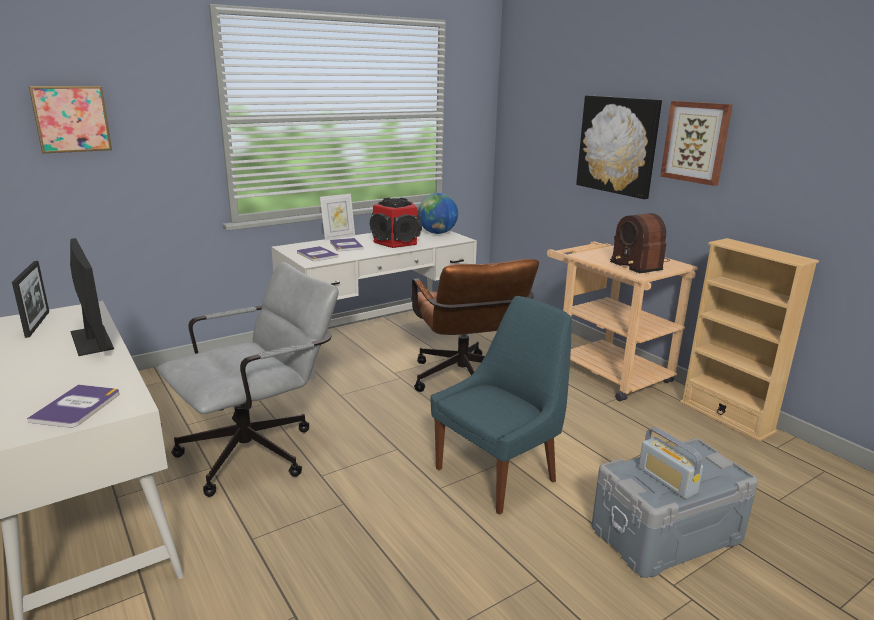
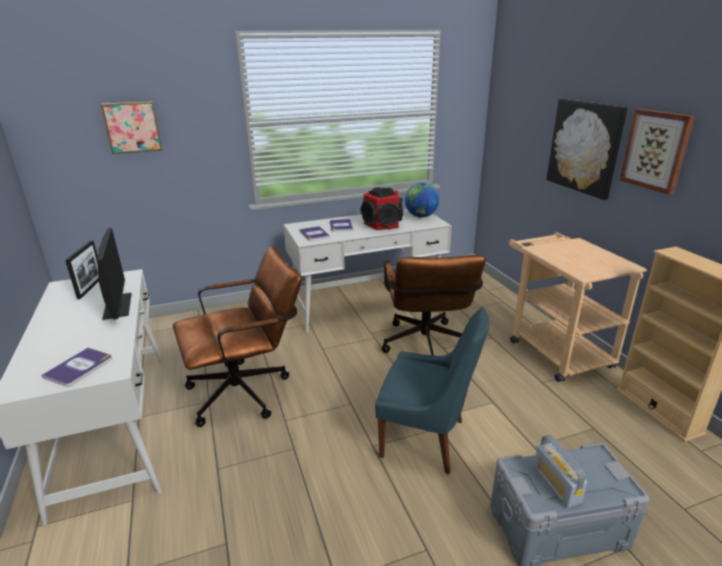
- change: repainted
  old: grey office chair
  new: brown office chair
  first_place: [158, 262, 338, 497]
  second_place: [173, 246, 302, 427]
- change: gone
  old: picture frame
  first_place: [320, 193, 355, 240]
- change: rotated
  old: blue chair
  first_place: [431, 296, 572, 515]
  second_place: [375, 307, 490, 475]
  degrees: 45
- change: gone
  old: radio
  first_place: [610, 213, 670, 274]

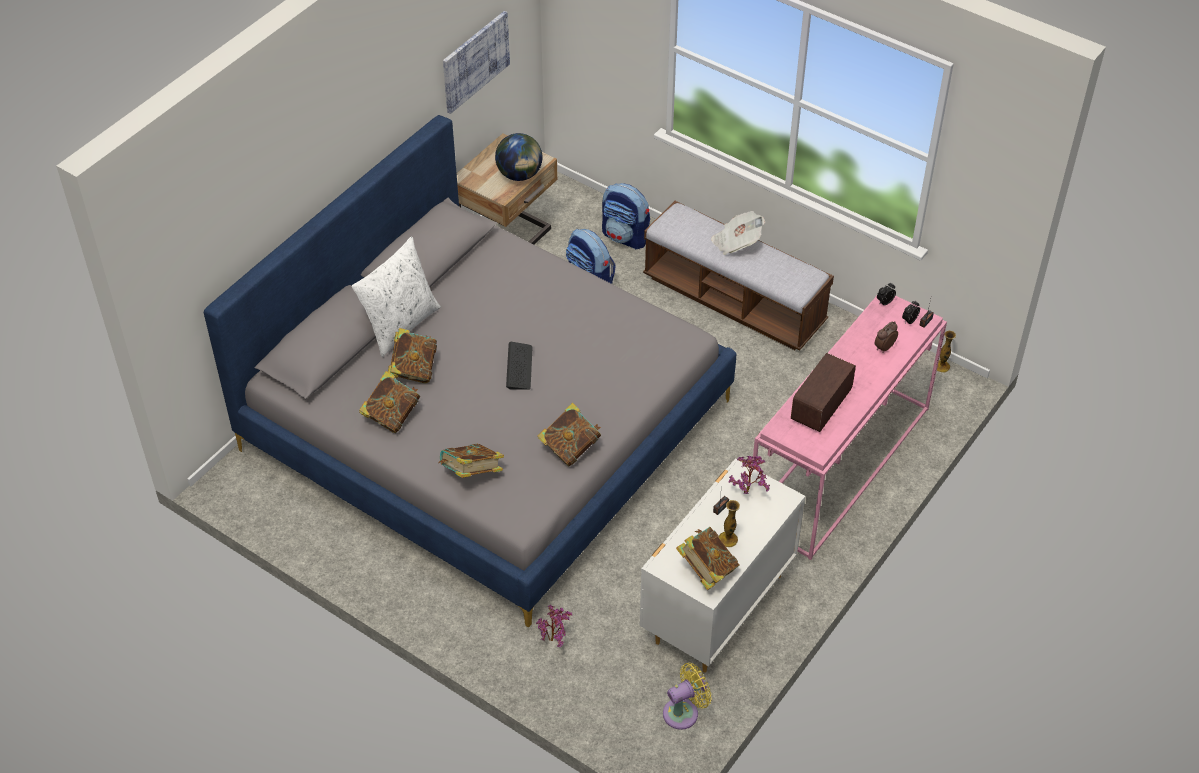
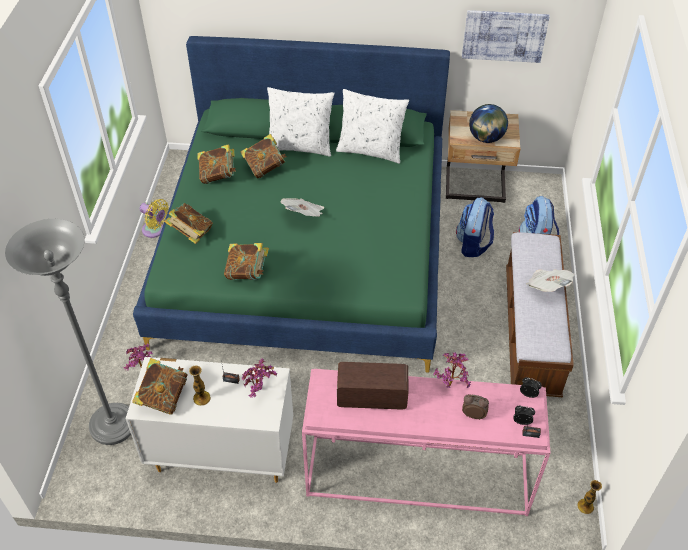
- change: repainted
  old: grey bed
  new: green bed
  first_place: [204, 115, 736, 627]
  second_place: [133, 36, 450, 373]
- change: swapped
  old: keyboard
  new: newspaper
  first_place: [506, 342, 533, 390]
  second_place: [281, 198, 324, 217]
- change: shifted
  old: yellow fan
  first_place: [663, 663, 712, 730]
  second_place: [139, 199, 169, 238]
- change: new
  new: grey floor lamp
  second_place: [5, 219, 131, 445]
- change: new
  new: white pillow
  second_place: [336, 89, 409, 164]
- change: new
  new: potted plant
  second_place: [433, 352, 471, 388]

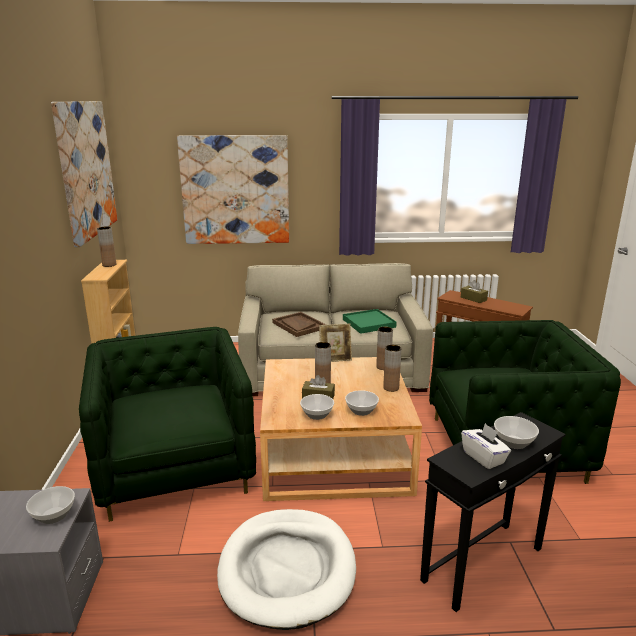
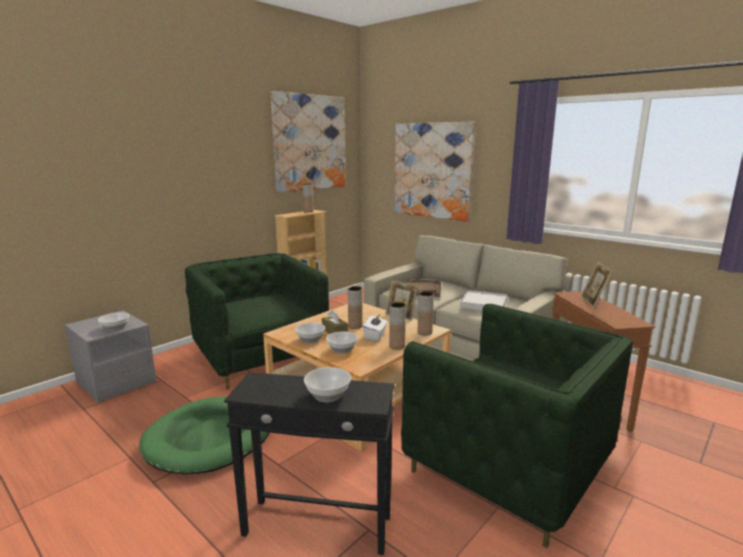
- change: rotated
  old: green armchair
  first_place: [79, 327, 256, 522]
  second_place: [185, 253, 329, 390]
  degrees: -60
- change: repainted
  old: white dog bed
  new: green dog bed
  first_place: [217, 509, 356, 630]
  second_place: [139, 396, 270, 475]
- change: repainted
  old: green tray
  new: white tray
  first_place: [343, 309, 397, 334]
  second_place: [460, 290, 507, 310]
- change: swapped
  old: brown tissue box
  new: picture frame
  first_place: [461, 280, 488, 303]
  second_place: [581, 262, 613, 308]
- change: shifted
  old: white tissue box
  first_place: [461, 423, 511, 469]
  second_place: [363, 314, 387, 340]

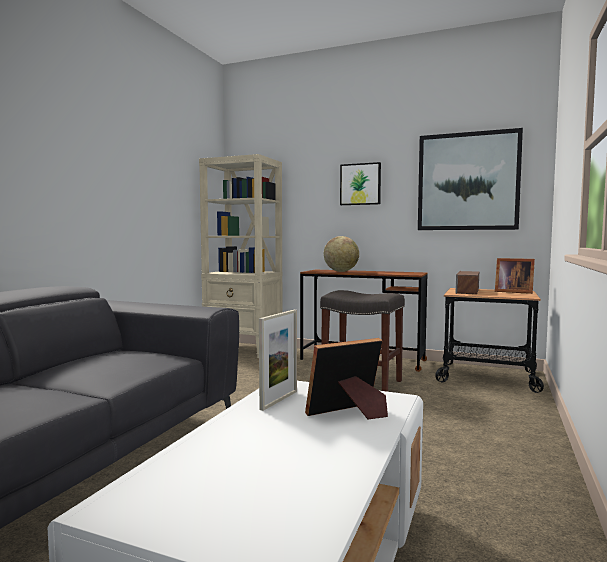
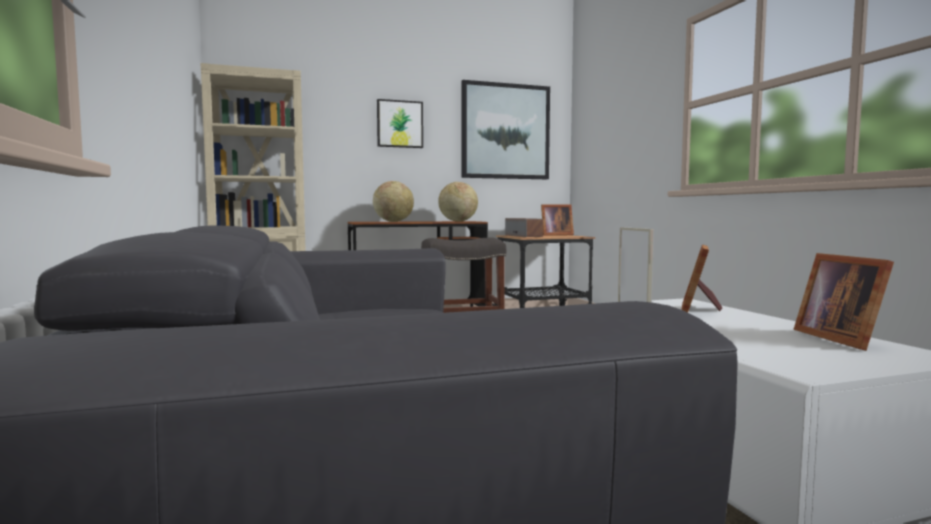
- change: new
  new: globe
  second_place: [438, 182, 478, 222]
- change: new
  new: picture frame
  second_place: [794, 253, 894, 351]

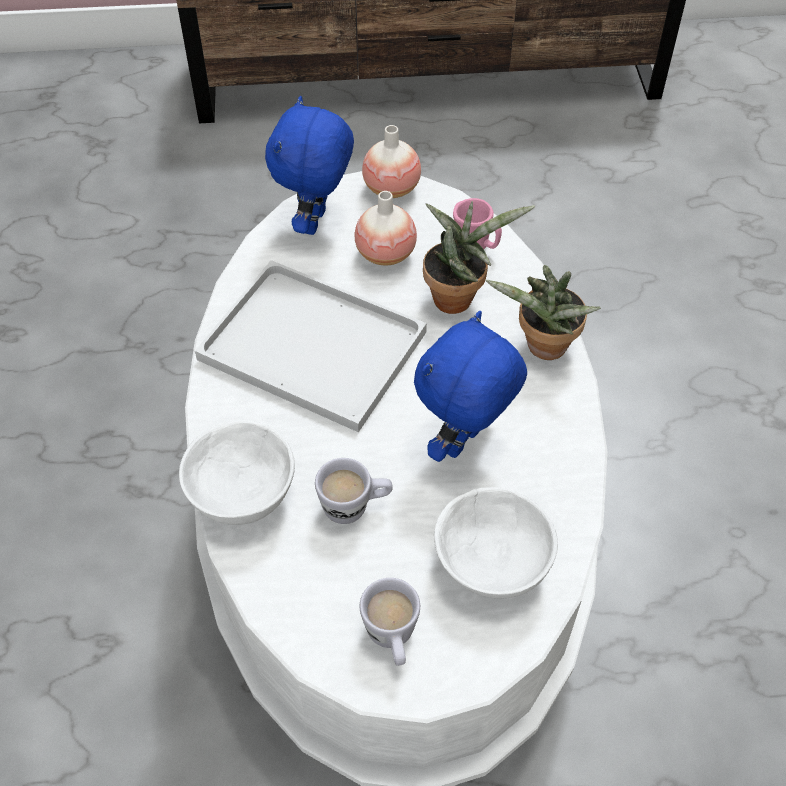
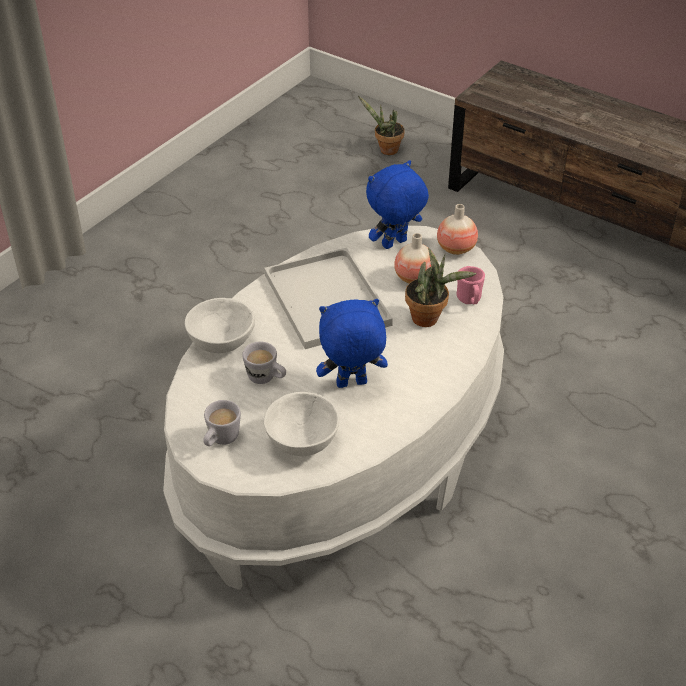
- change: shifted
  old: potted plant
  first_place: [486, 265, 601, 360]
  second_place: [358, 96, 405, 155]

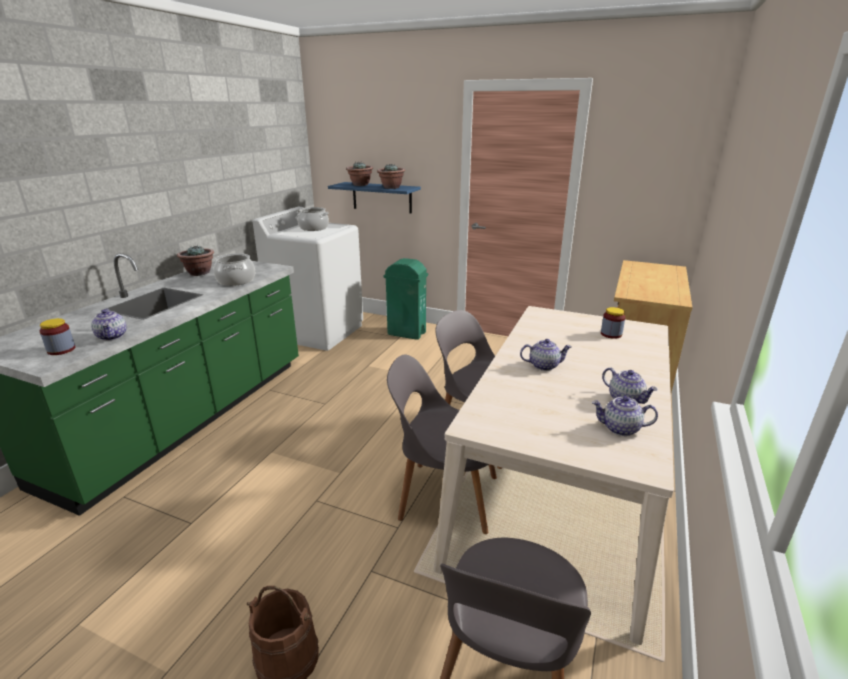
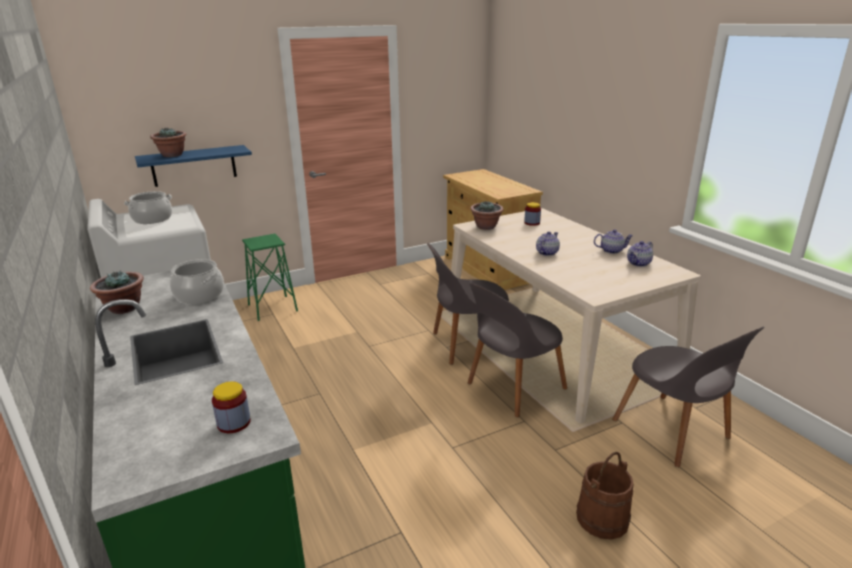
- change: gone
  old: teapot
  first_place: [91, 308, 127, 341]
- change: shifted
  old: potted plant
  first_place: [377, 164, 405, 189]
  second_place: [470, 201, 503, 230]
- change: swapped
  old: green trash can
  new: green stool
  first_place: [384, 258, 428, 340]
  second_place: [242, 234, 298, 321]

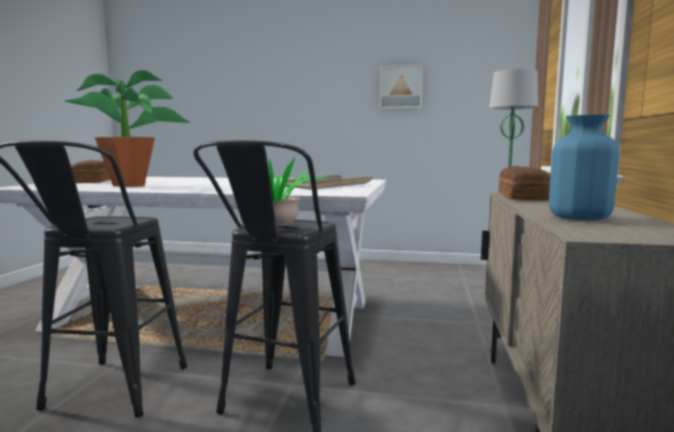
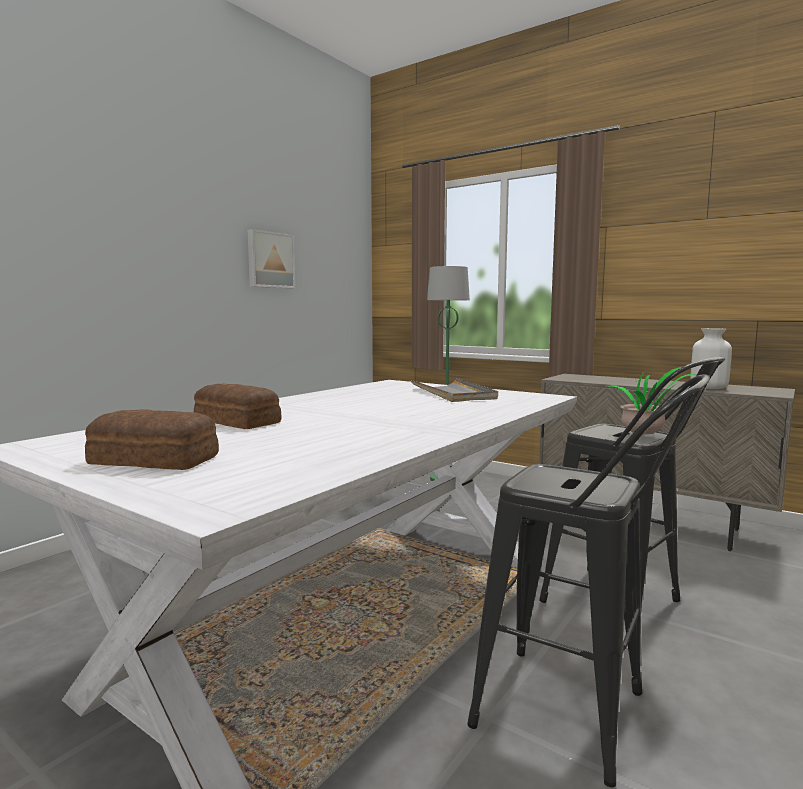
- change: gone
  old: potted plant
  first_place: [64, 70, 191, 187]
- change: shifted
  old: bread
  first_place: [498, 166, 550, 200]
  second_place: [194, 384, 282, 429]
- change: repainted
  old: blue vase
  new: white vase
  first_place: [549, 115, 619, 221]
  second_place: [690, 328, 732, 389]

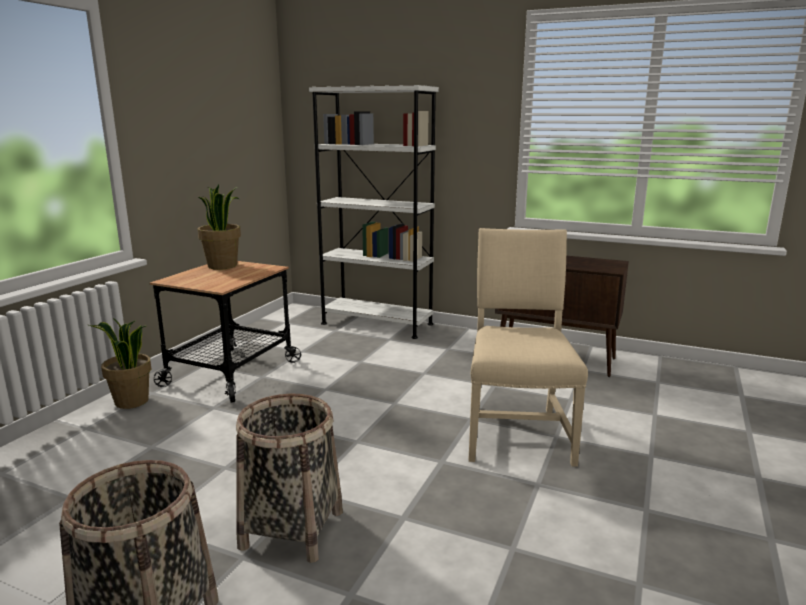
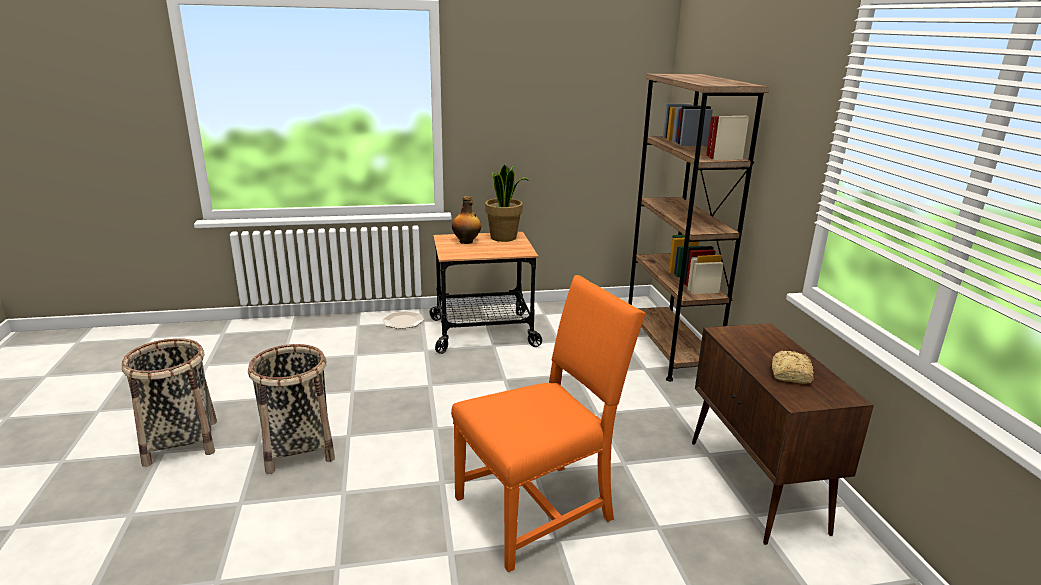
- change: swapped
  old: potted plant
  new: plate
  first_place: [89, 318, 151, 409]
  second_place: [382, 311, 424, 329]
- change: repainted
  old: white bookcase
  new: brown bookcase
  first_place: [309, 85, 439, 339]
  second_place: [628, 74, 769, 382]
- change: repainted
  old: beige chair
  new: orange chair
  first_place: [469, 228, 588, 467]
  second_place: [451, 275, 646, 572]
- change: new
  new: bottle
  second_place: [452, 196, 481, 244]
- change: new
  new: bread
  second_place: [772, 351, 814, 384]

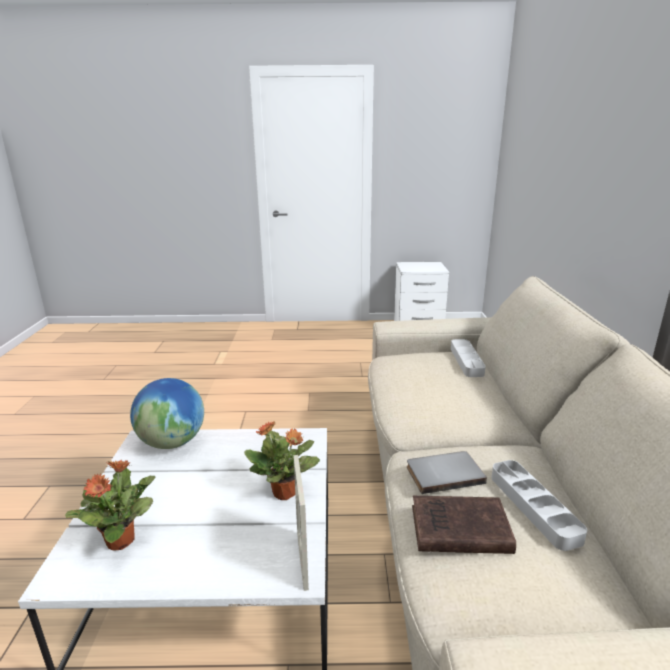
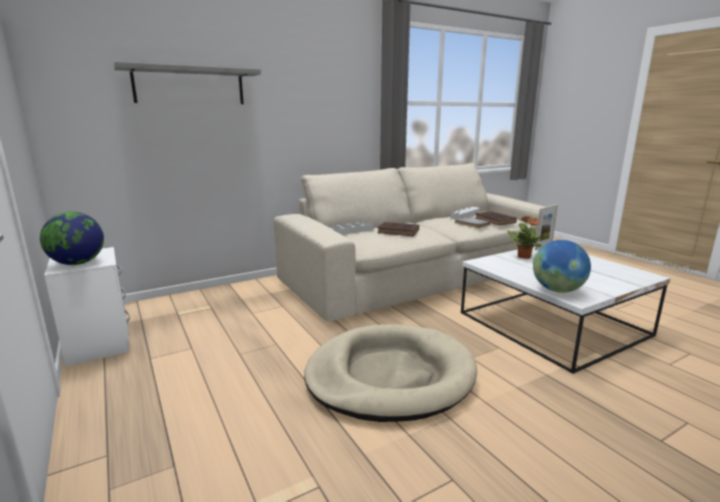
- change: gone
  old: potted plant
  first_place: [65, 460, 156, 550]
- change: new
  new: globe
  second_place: [40, 212, 104, 265]
- change: new
  new: grey shelf
  second_place: [114, 62, 261, 104]
- change: new
  new: beige dog bed
  second_place: [304, 325, 477, 422]
- change: new
  new: brown book
  second_place: [377, 222, 419, 236]

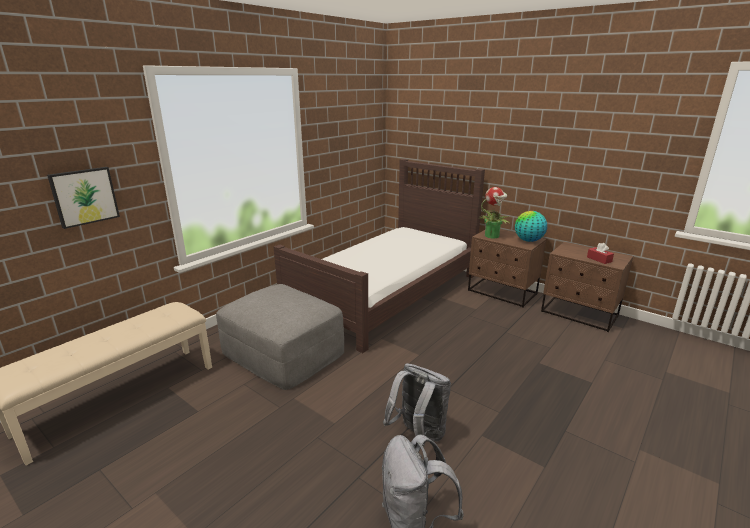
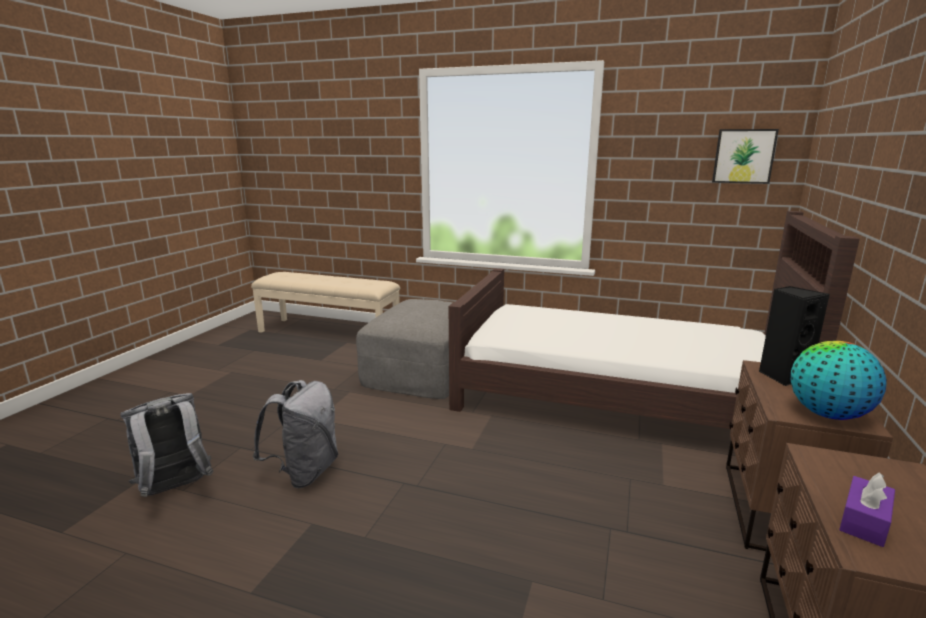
- change: shifted
  old: picture
  first_place: [47, 167, 120, 229]
  second_place: [712, 129, 779, 184]
- change: swapped
  old: potted plant
  new: black speaker
  first_place: [479, 187, 509, 238]
  second_place: [759, 286, 830, 386]
- change: repainted
  old: red tissue box
  new: purple tissue box
  first_place: [587, 243, 614, 264]
  second_place: [839, 473, 895, 547]

